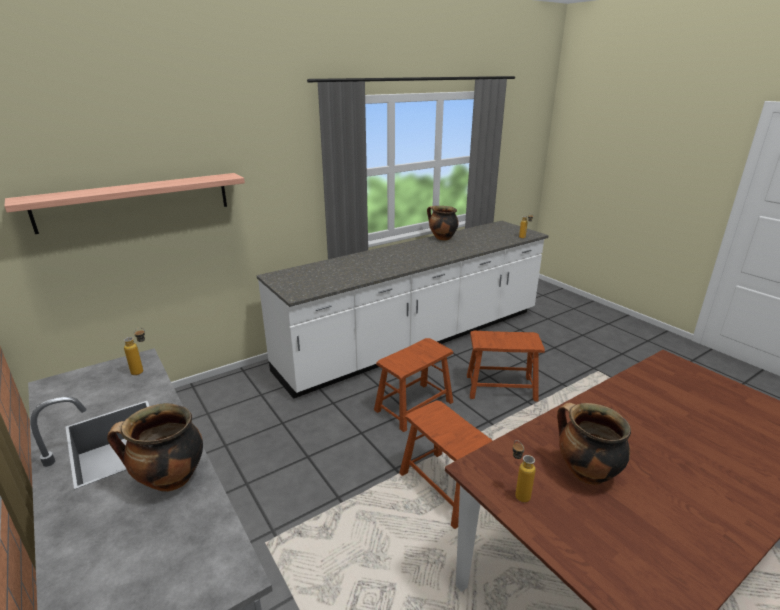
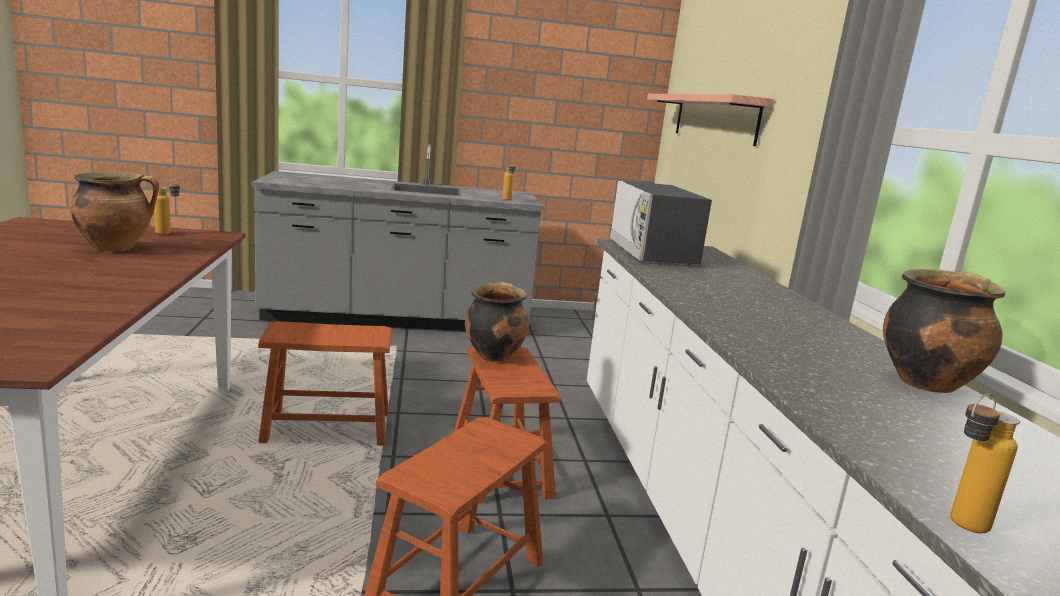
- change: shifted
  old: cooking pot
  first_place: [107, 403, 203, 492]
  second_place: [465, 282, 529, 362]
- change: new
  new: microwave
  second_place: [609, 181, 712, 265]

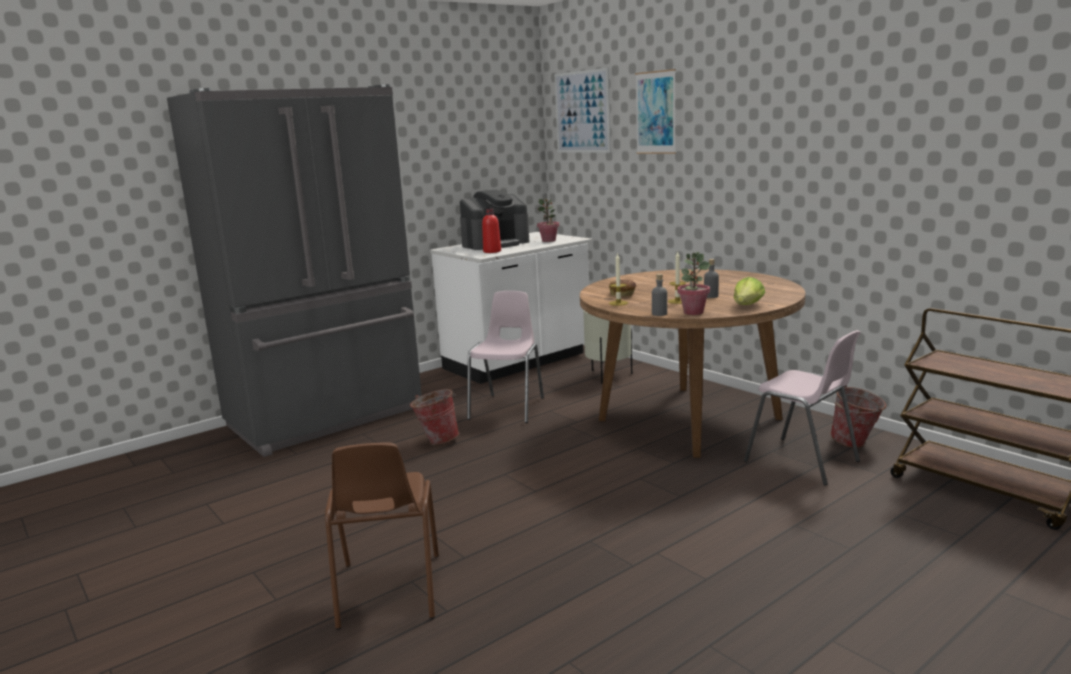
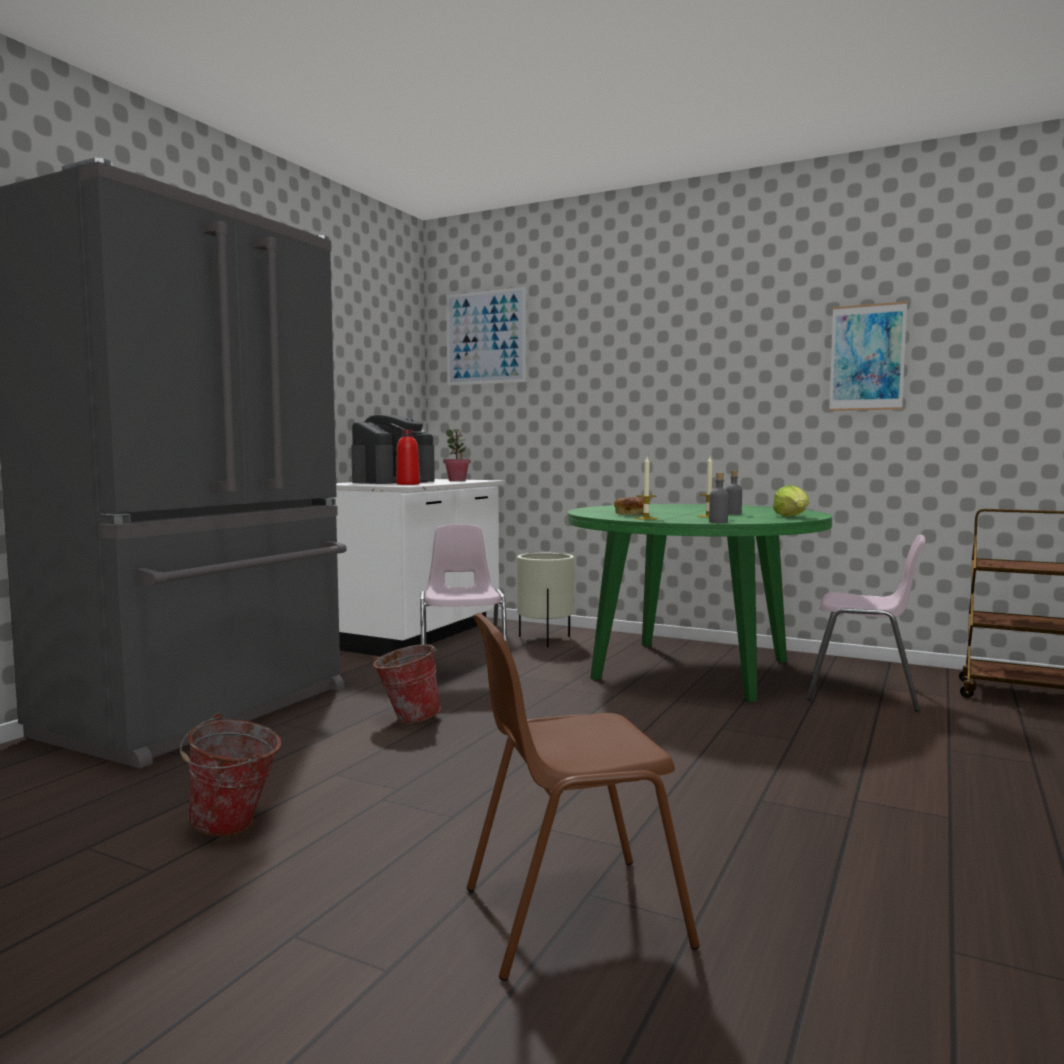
- change: rotated
  old: brown chair
  first_place: [325, 443, 439, 630]
  second_place: [467, 613, 700, 981]
  degrees: 105
- change: repainted
  old: brown dining table
  new: green dining table
  first_place: [580, 269, 805, 458]
  second_place: [567, 504, 832, 703]
- change: shifted
  old: picture
  first_place: [635, 69, 676, 154]
  second_place: [829, 301, 907, 411]
- change: gone
  old: potted plant
  first_place: [677, 252, 711, 315]
- change: shifted
  old: bucket
  first_place: [830, 385, 886, 448]
  second_place: [180, 714, 281, 836]

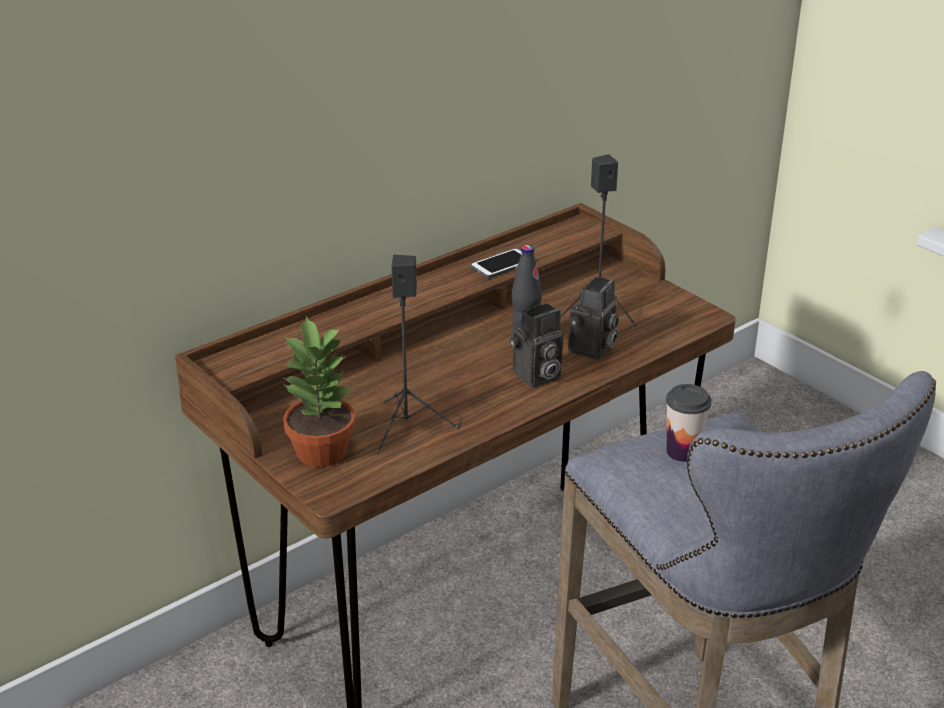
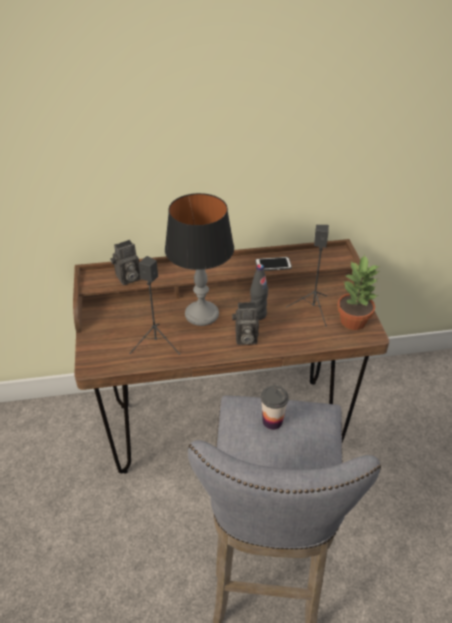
- change: shifted
  old: potted plant
  first_place: [282, 316, 356, 467]
  second_place: [337, 255, 379, 330]
- change: shifted
  old: photo camera
  first_place: [568, 277, 619, 360]
  second_place: [110, 240, 141, 285]
- change: new
  new: table lamp
  second_place: [165, 193, 234, 326]

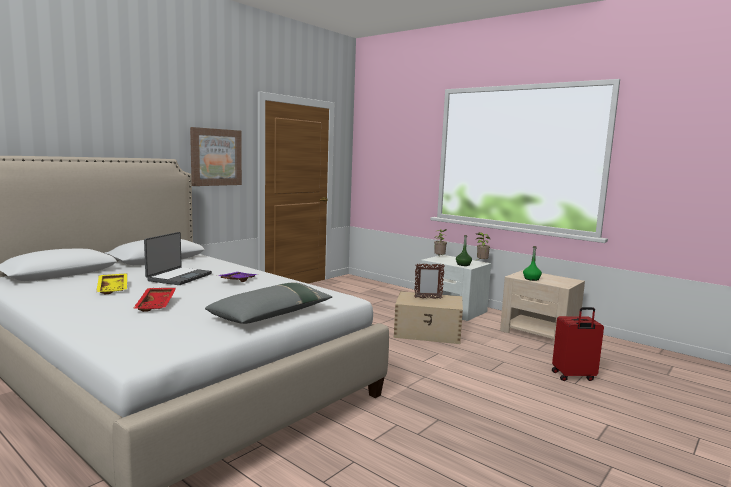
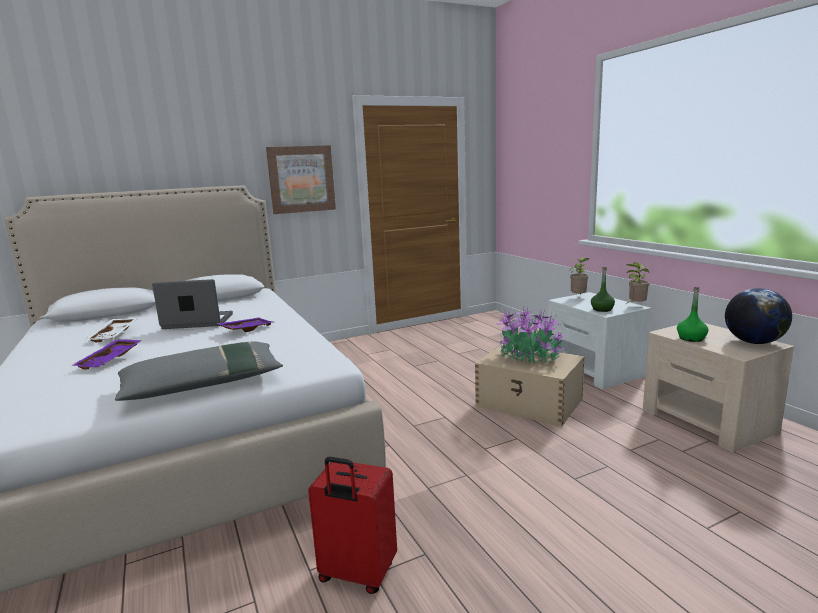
- change: repainted
  old: yellow tray
  new: white tray
  first_place: [96, 273, 127, 294]
  second_place: [85, 318, 137, 342]
- change: repainted
  old: red tray
  new: purple tray
  first_place: [133, 288, 176, 312]
  second_place: [71, 339, 142, 370]
- change: rotated
  old: laptop
  first_place: [144, 232, 212, 285]
  second_place: [152, 279, 233, 329]
  degrees: -135
- change: swapped
  old: picture frame
  new: potted plant
  first_place: [414, 264, 445, 299]
  second_place: [496, 307, 566, 363]
- change: shifted
  old: red suitcase
  first_place: [552, 307, 604, 381]
  second_place: [308, 457, 397, 594]
- change: new
  new: globe
  second_place: [725, 288, 792, 344]

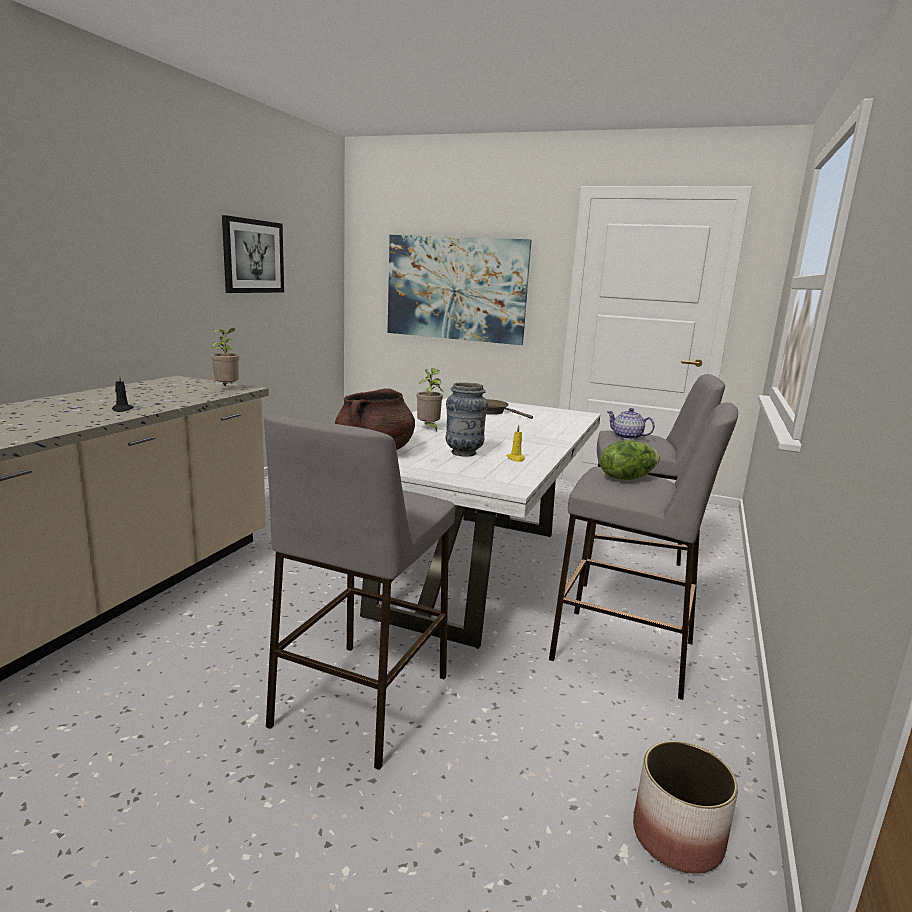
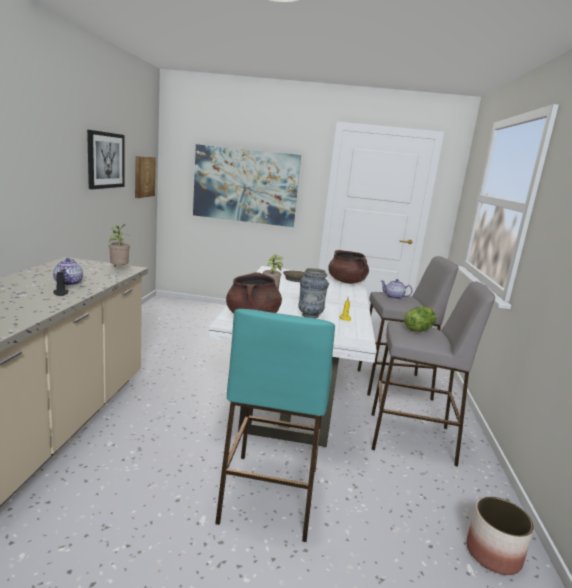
- change: repainted
  old: grey stool
  new: turquoise stool
  first_place: [264, 415, 455, 770]
  second_place: [215, 309, 335, 542]
- change: new
  new: teapot
  second_place: [53, 258, 83, 286]
- change: new
  new: picture
  second_place: [135, 156, 156, 198]
- change: new
  new: brown cooking pot
  second_place: [328, 250, 369, 284]

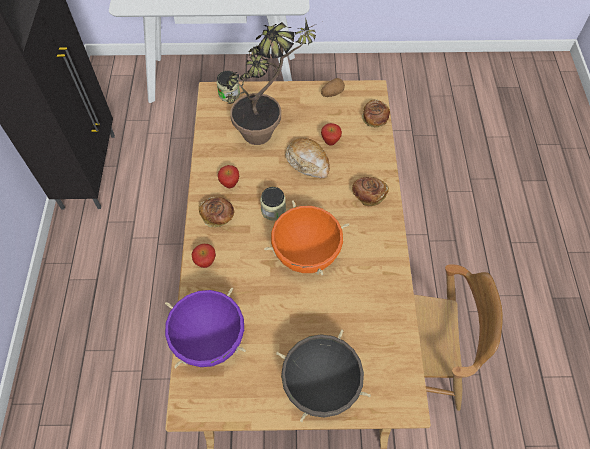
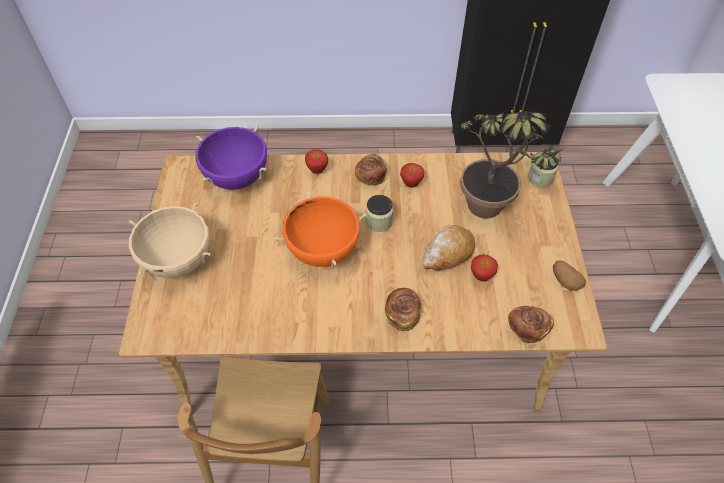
- change: repainted
  old: black cooking pot
  new: beige cooking pot
  first_place: [276, 330, 371, 423]
  second_place: [129, 203, 211, 278]

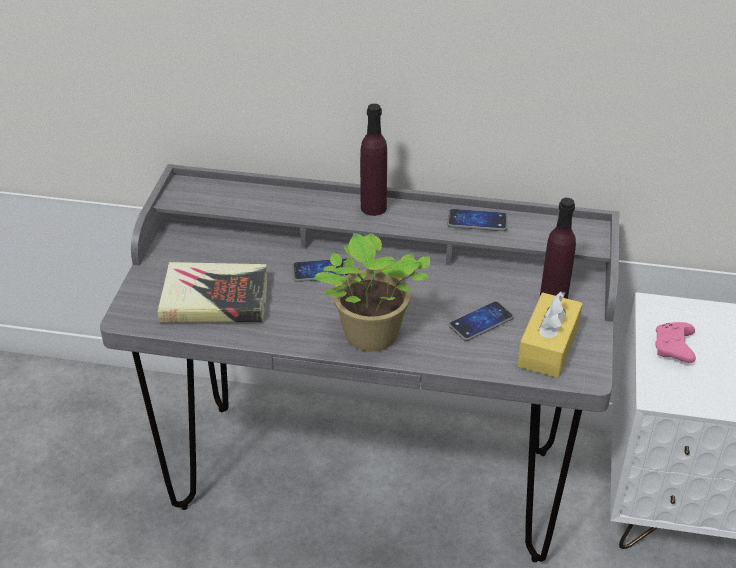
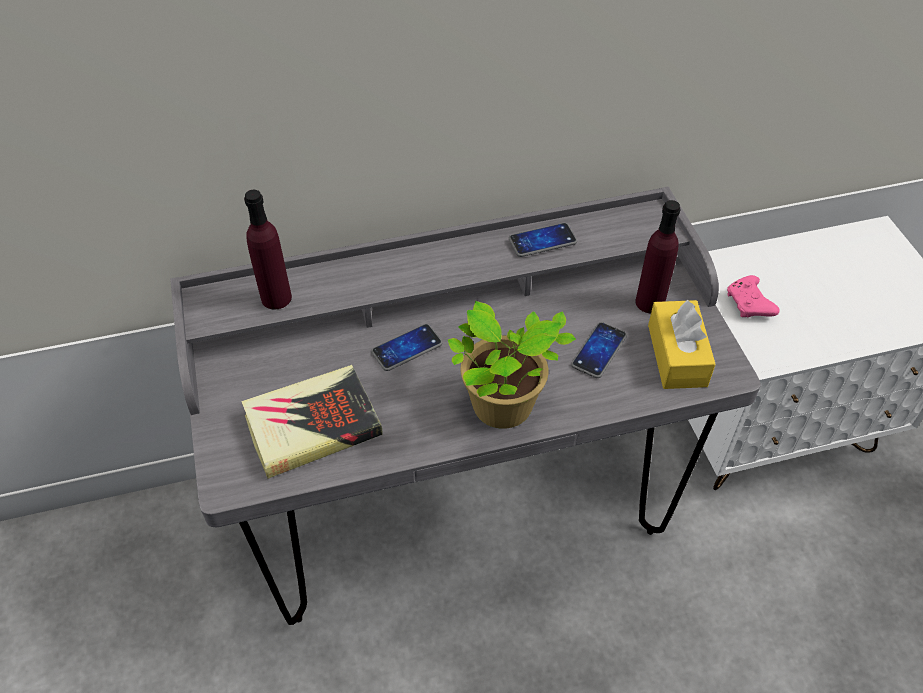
- change: shifted
  old: purple bottle
  first_place: [360, 104, 387, 216]
  second_place: [244, 189, 292, 309]

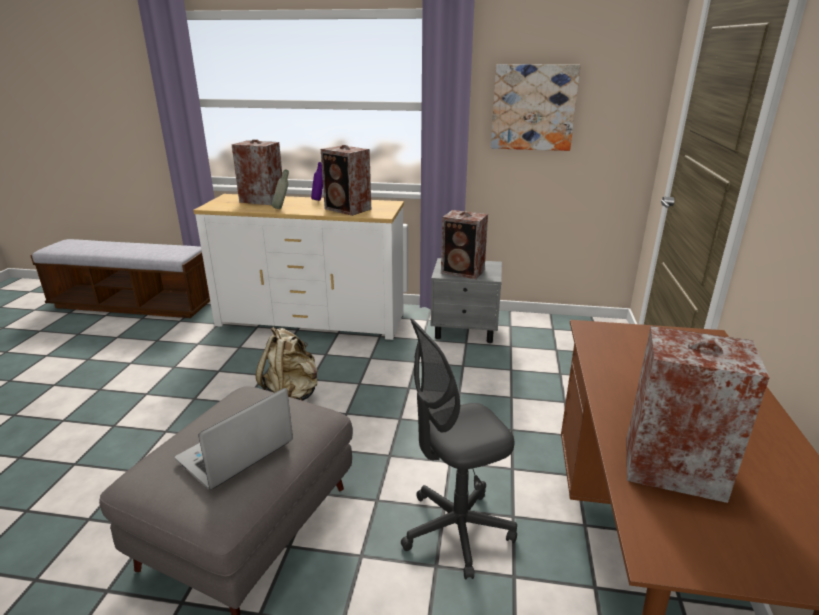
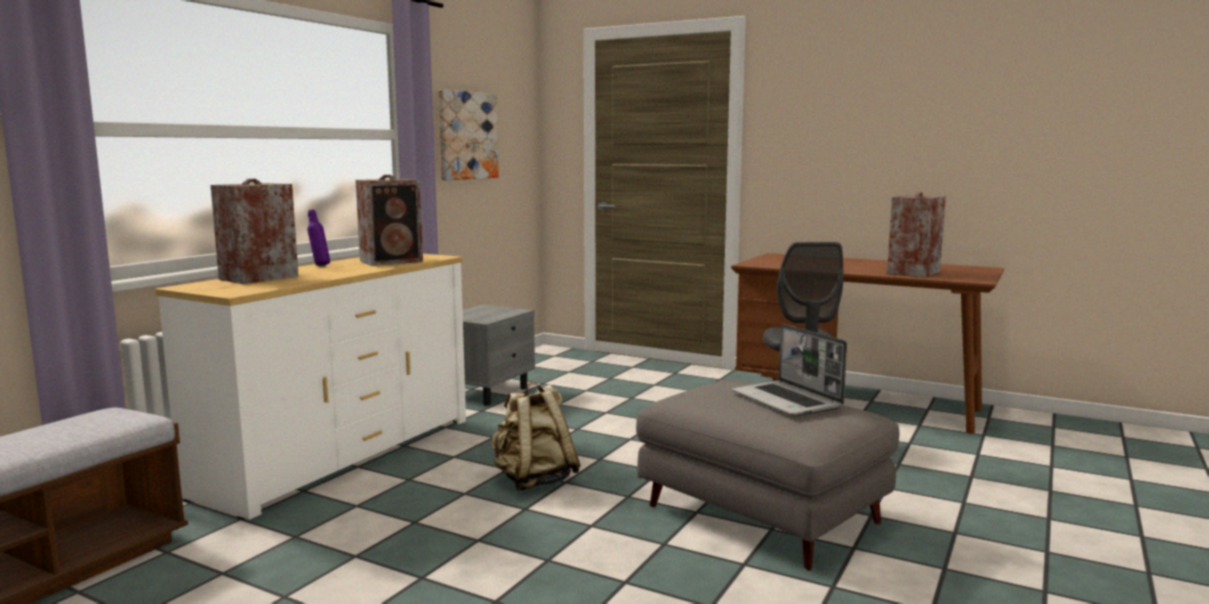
- change: gone
  old: grey bottle
  first_place: [272, 169, 289, 209]
- change: gone
  old: speaker
  first_place: [441, 210, 488, 279]

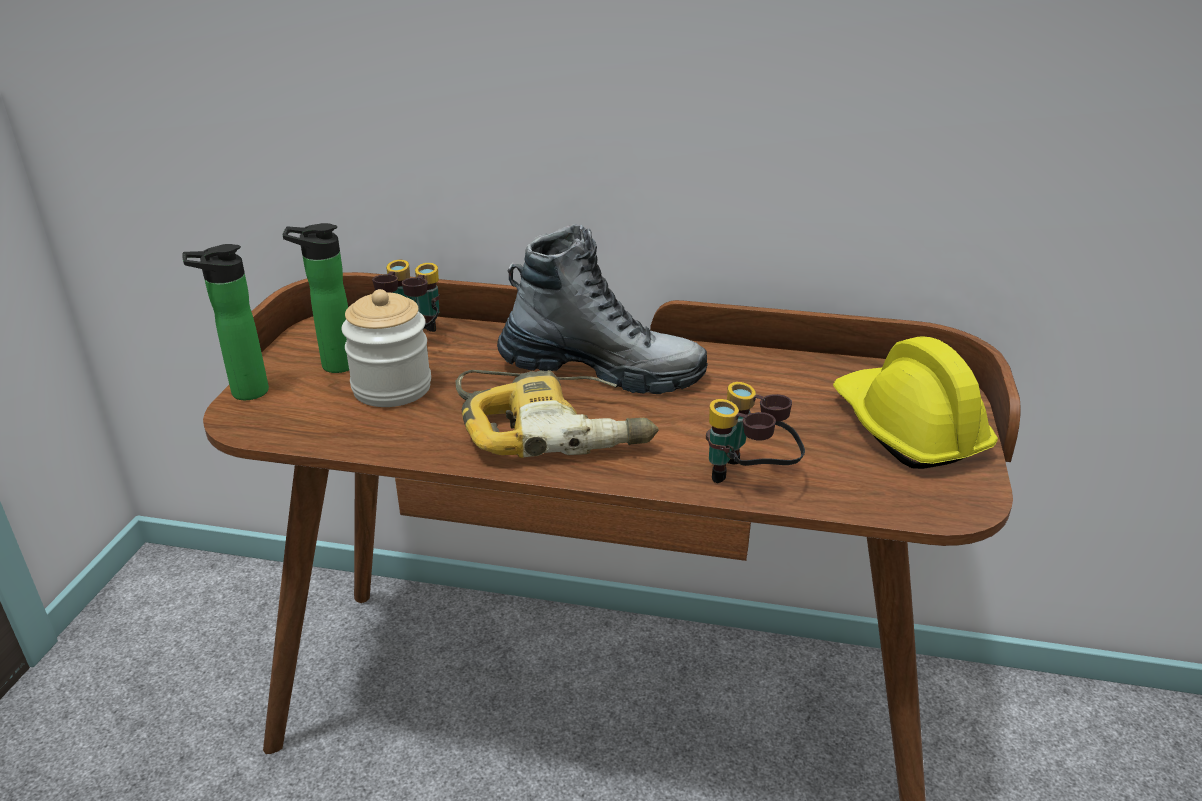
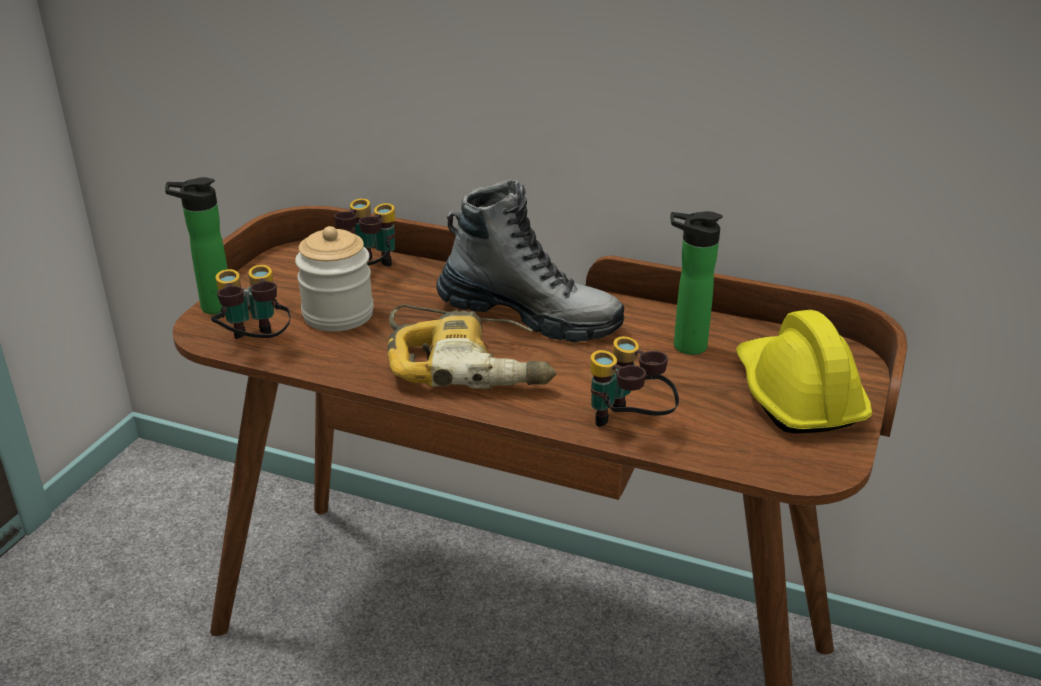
- change: shifted
  old: bottle
  first_place: [283, 223, 349, 373]
  second_place: [671, 211, 723, 355]
- change: new
  new: binoculars
  second_place: [211, 265, 291, 339]

